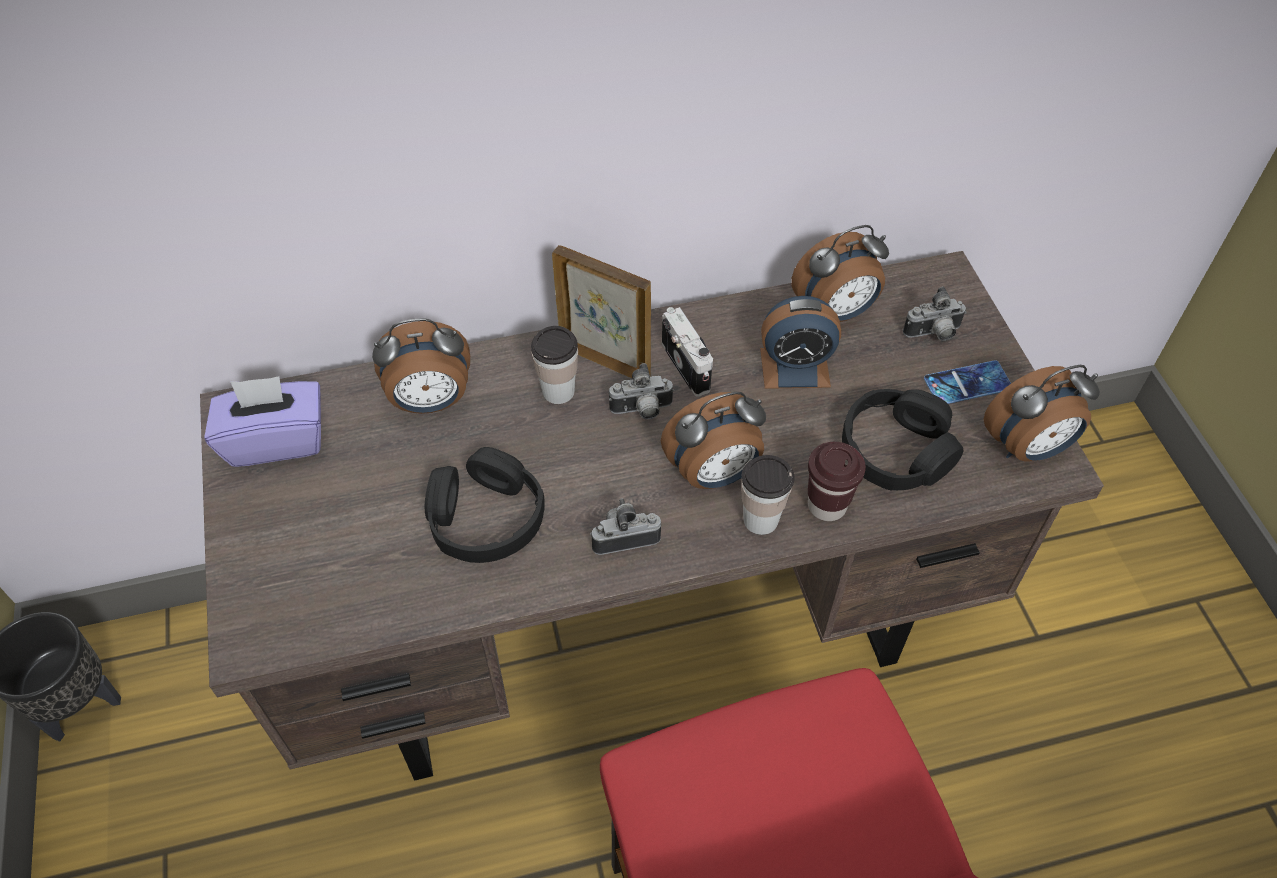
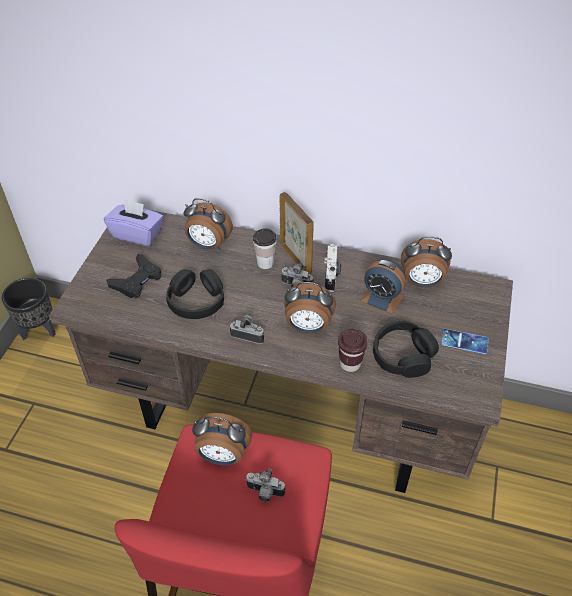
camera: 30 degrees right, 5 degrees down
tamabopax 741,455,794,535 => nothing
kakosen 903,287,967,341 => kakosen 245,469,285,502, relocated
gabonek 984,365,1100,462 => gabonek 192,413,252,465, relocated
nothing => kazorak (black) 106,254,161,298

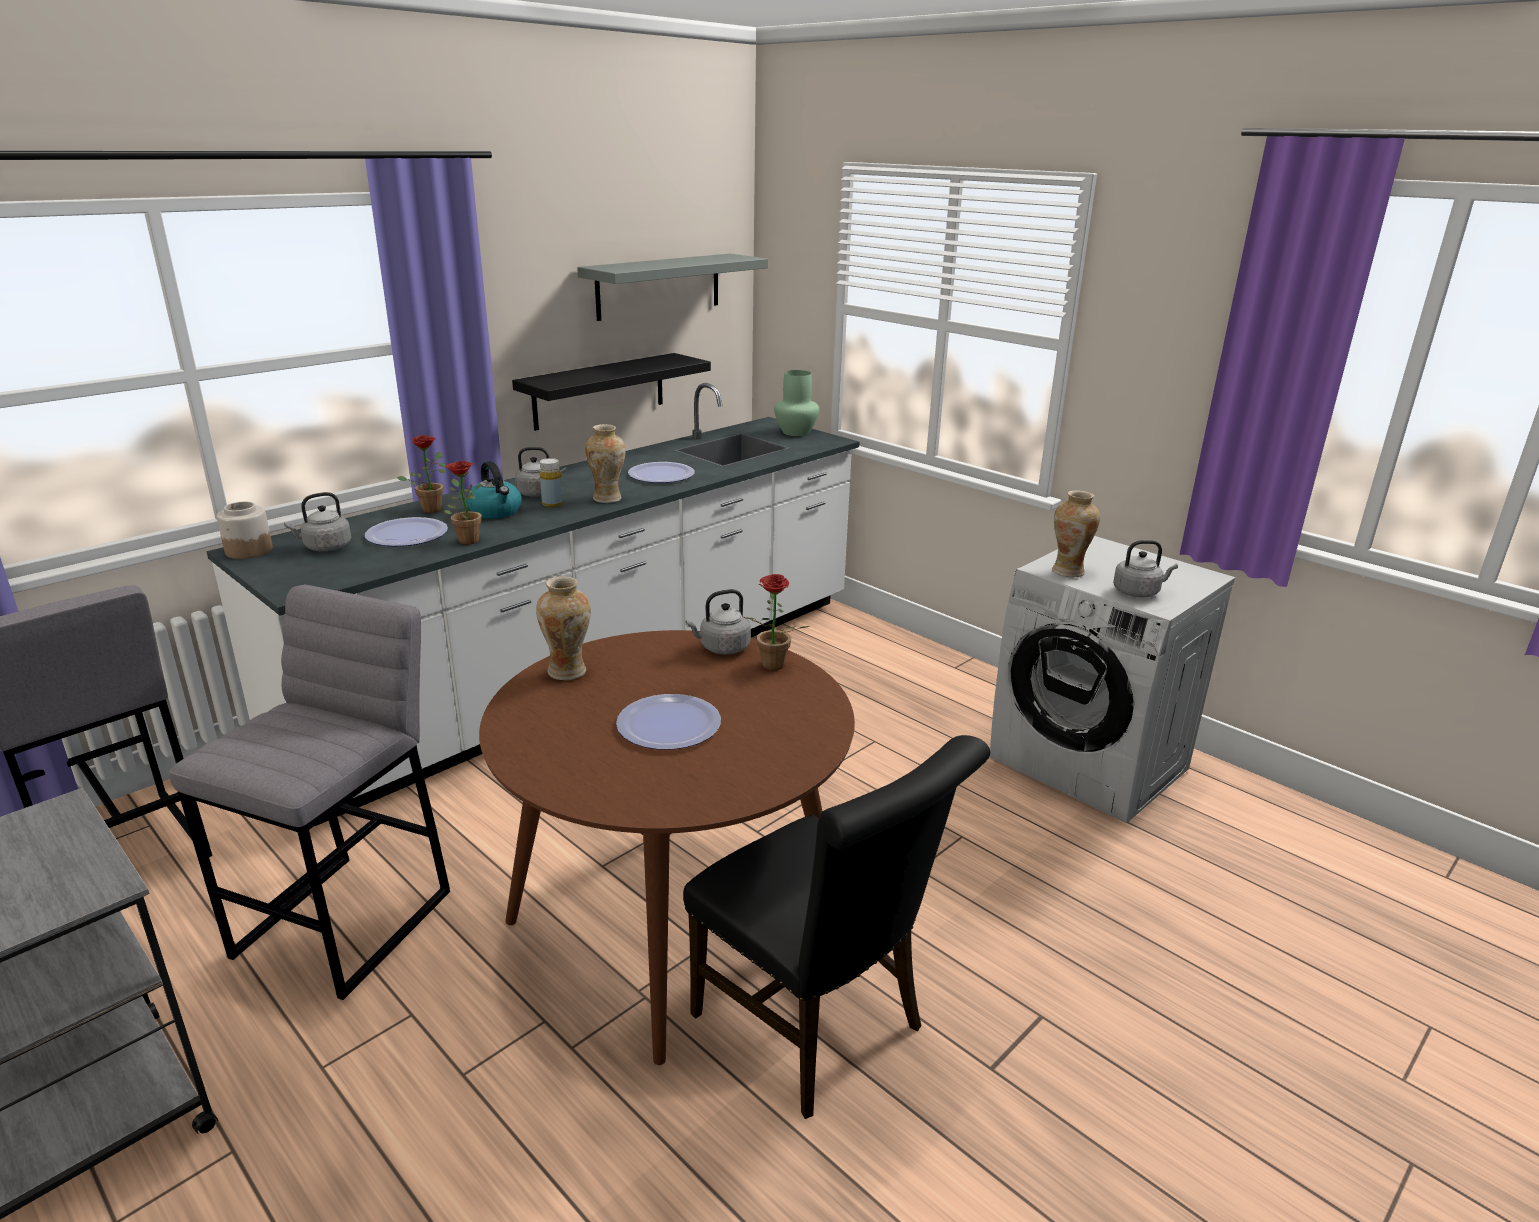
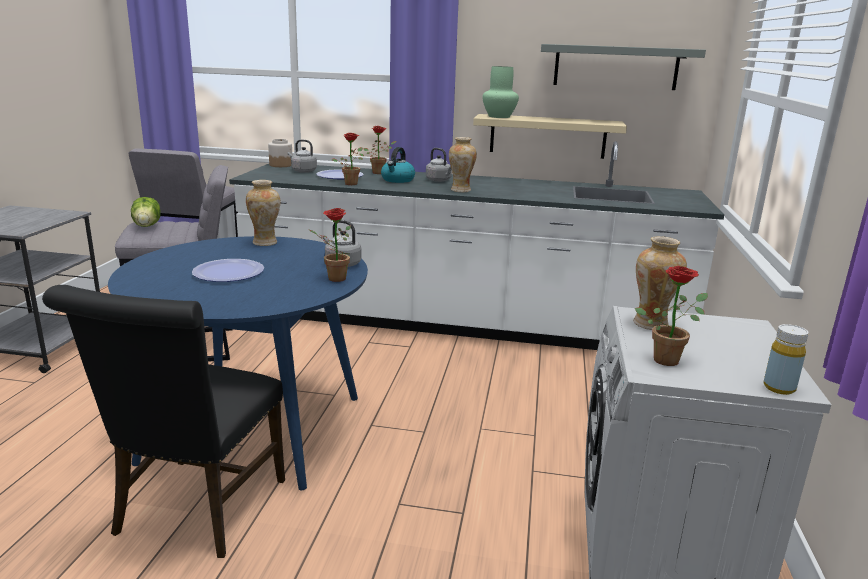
camera: 55 degrees right, 5 degrees down
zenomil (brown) 479,630,855,1065 => zenomil (blue) 108,236,368,490
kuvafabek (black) 512,353,711,431 => kuvafabek (beige) 473,114,627,159
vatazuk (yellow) 540,458,563,507 => vatazuk (yellow) 764,324,809,395, relocated
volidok 628,462,695,483 => nothing
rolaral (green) 774,370,819,436 => rolaral (green) 482,66,519,118, relocated
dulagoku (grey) 1113,540,1178,598 => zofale 635,266,708,366
nothing => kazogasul 131,197,161,227

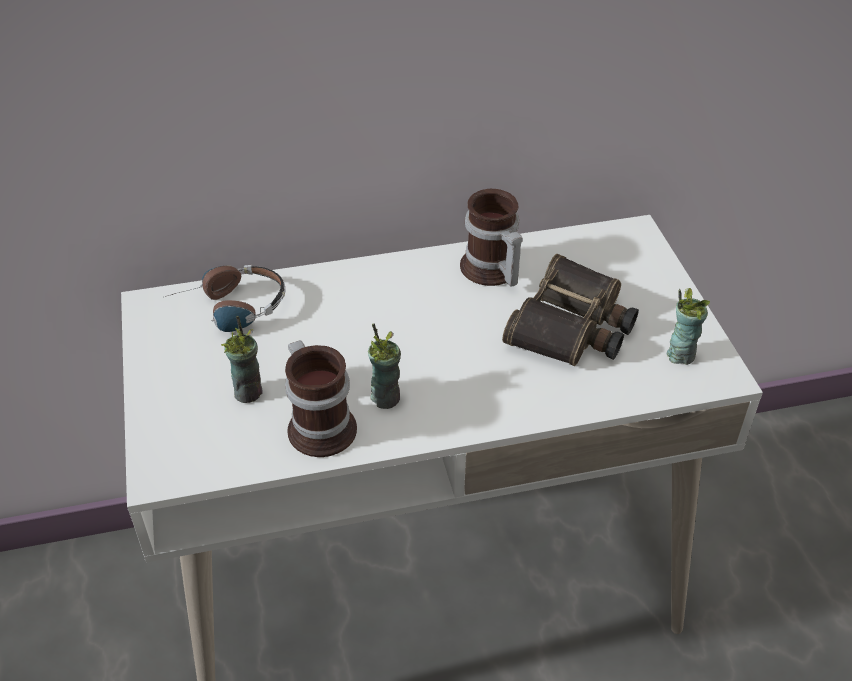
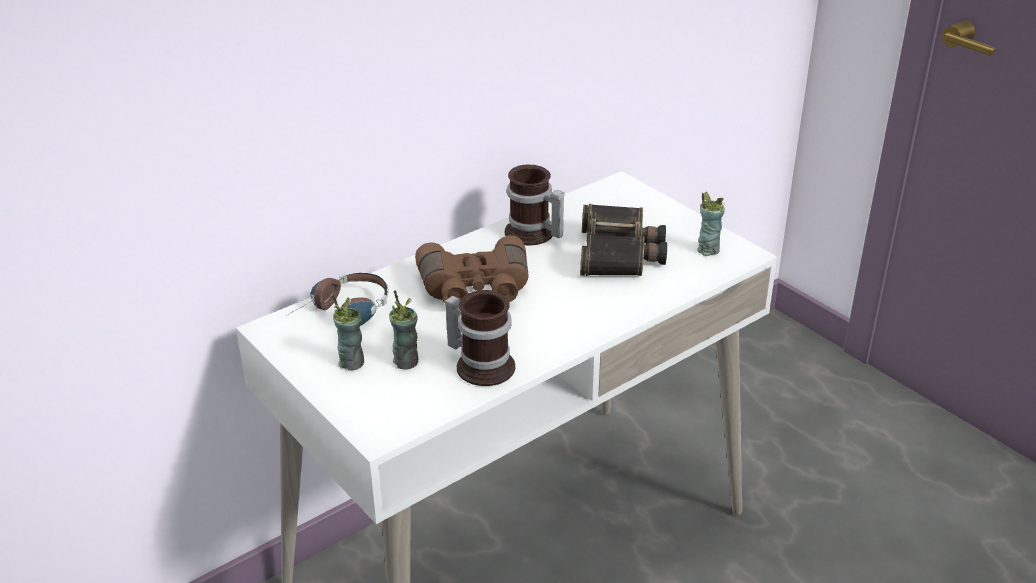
camera: 25 degrees left, 10 degrees down
tamabopax 368,323,401,409 => tamabopax 332,294,364,371, relocated
nothing => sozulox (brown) 415,235,529,303

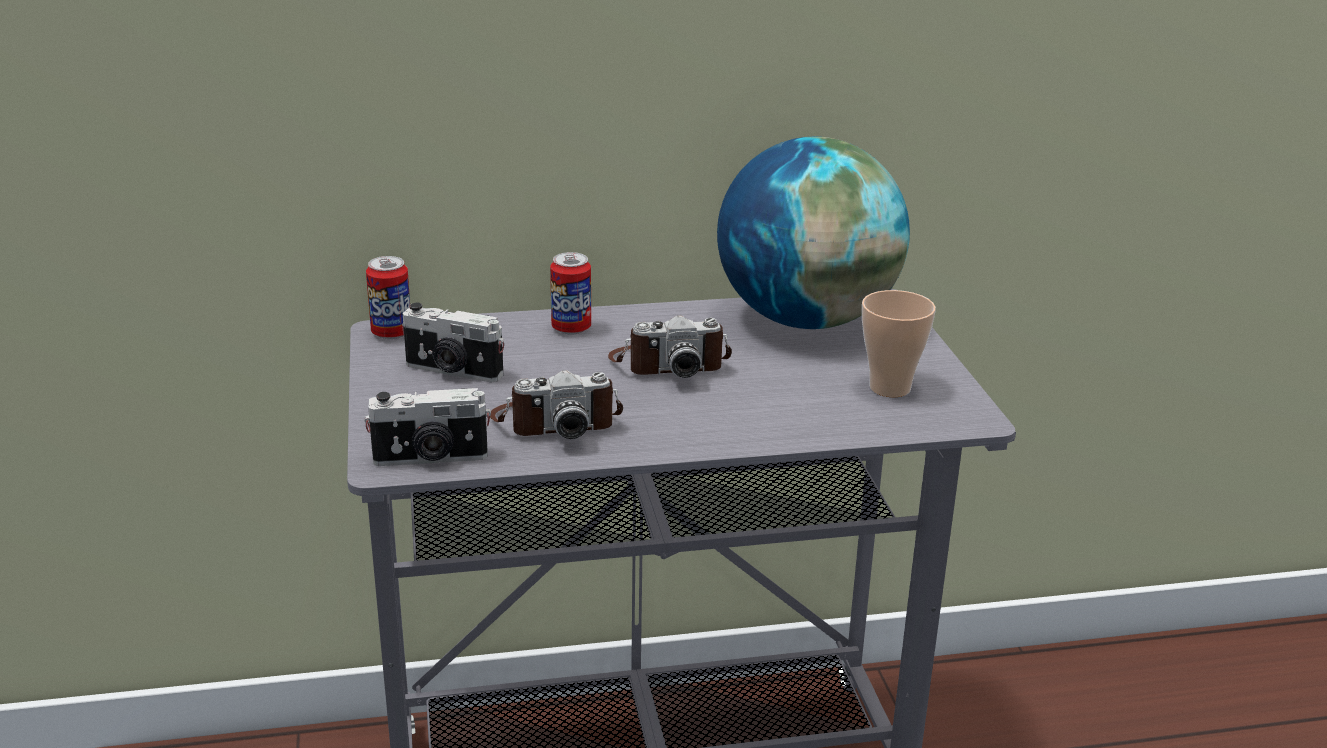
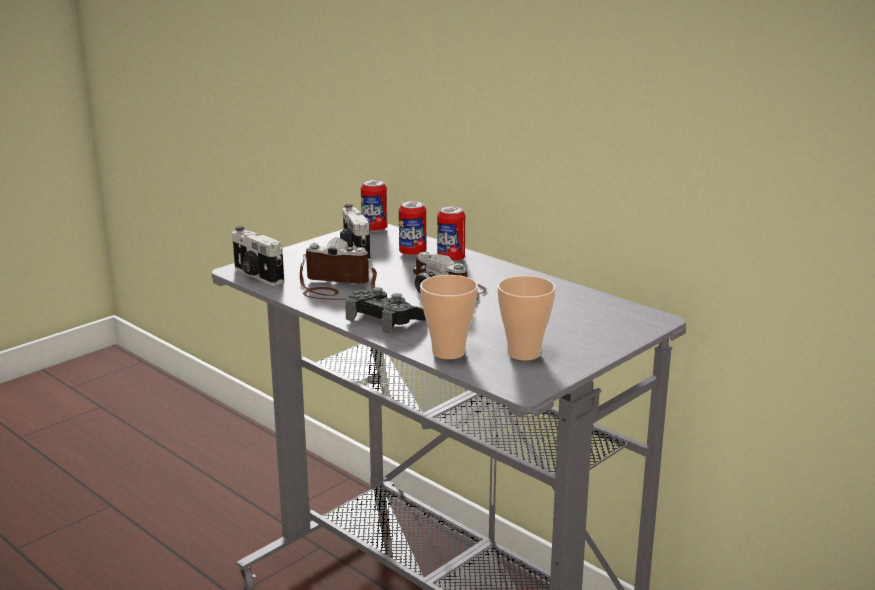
camera: 55 degrees right, 5 degrees down
kakosen 490,370,623,439 => kakosen 300,237,377,300, 150 degrees clockwise
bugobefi 717,137,910,329 => nothing
nothing => kazorak (black) 345,287,426,334
nothing => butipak 399,201,426,257
nothing => tamabopax 420,275,478,360

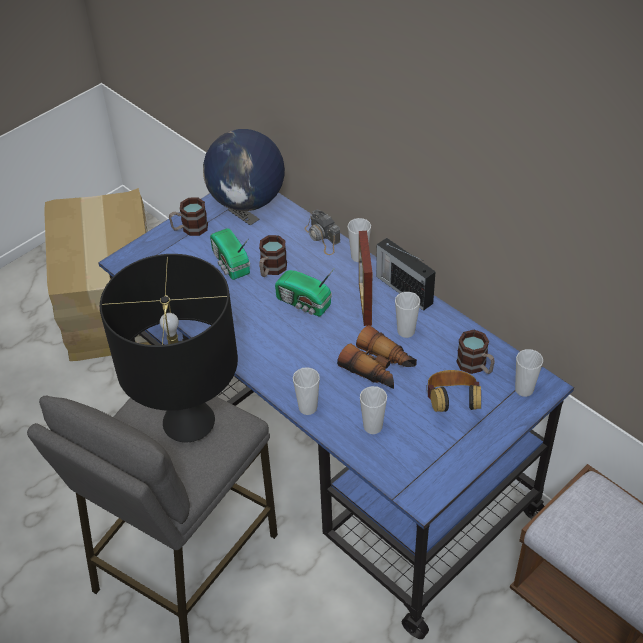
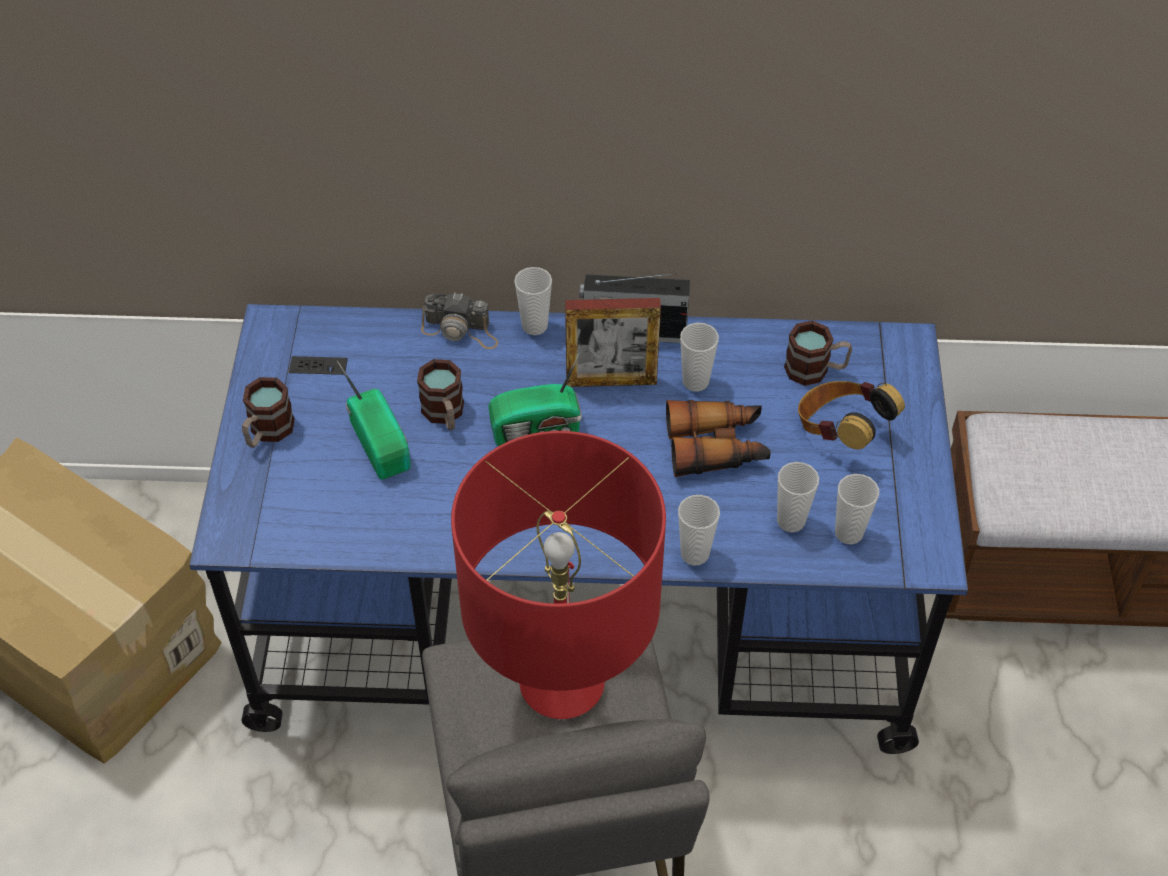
camera: 45 degrees left, 5 degrees up
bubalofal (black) 100,254,238,442 => bubalofal (red) 451,431,666,719
bugobefi 203,129,285,211 => nothing
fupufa 210,228,250,280 => fupufa 337,361,411,480, 135 degrees counterclockwise
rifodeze 359,231,372,326 => rifodeze 565,298,661,387, 45 degrees counterclockwise
tamabopax 515,349,543,397 => tamabopax 835,474,879,544, relocated

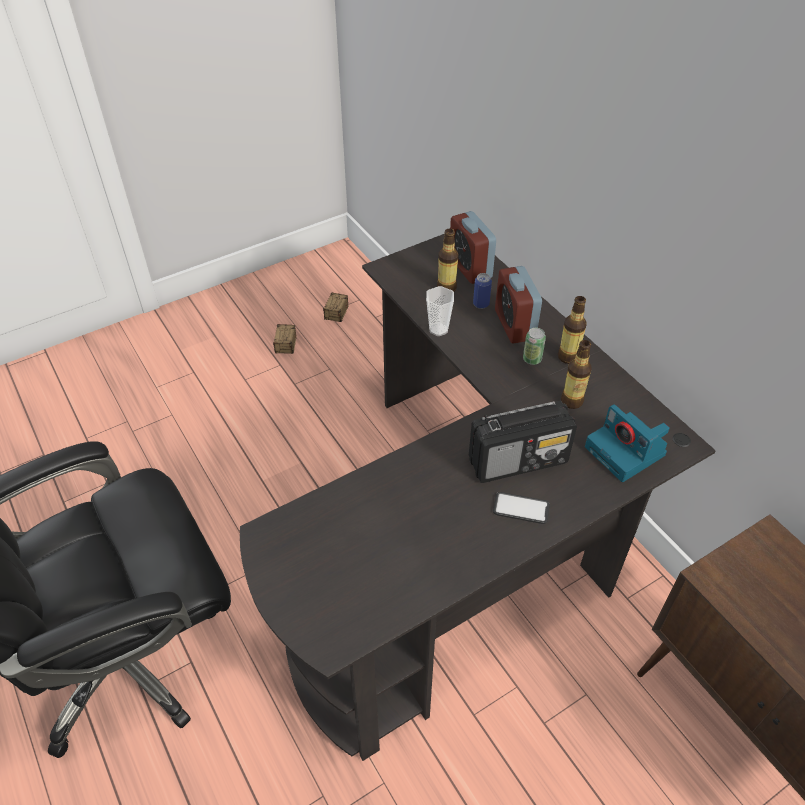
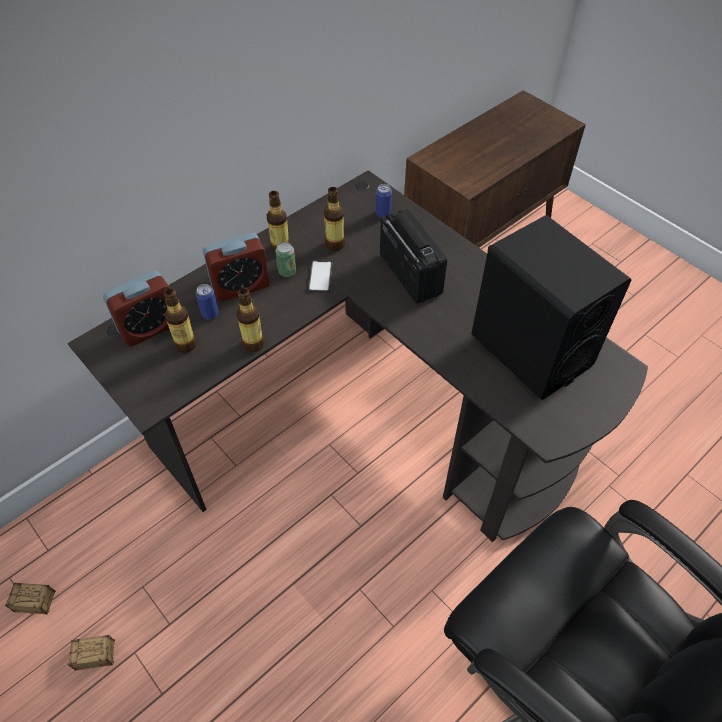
camera: 100 degrees left, 5 degrees up
tamabopax 426,286,454,336 => vatazuk 236,288,264,352
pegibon 493,492,550,524 => pegibon 308,260,333,293, relocated
kakosen 585,404,670,482 => butipak 376,184,392,218
nothing => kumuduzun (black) 471,215,631,400

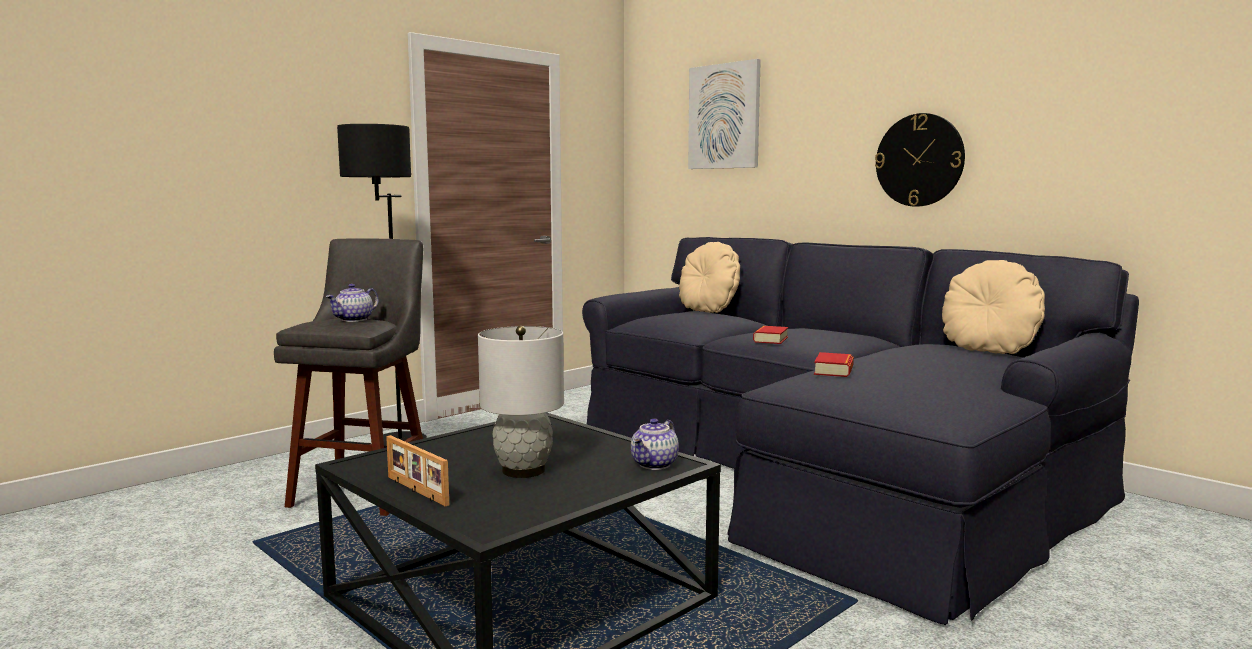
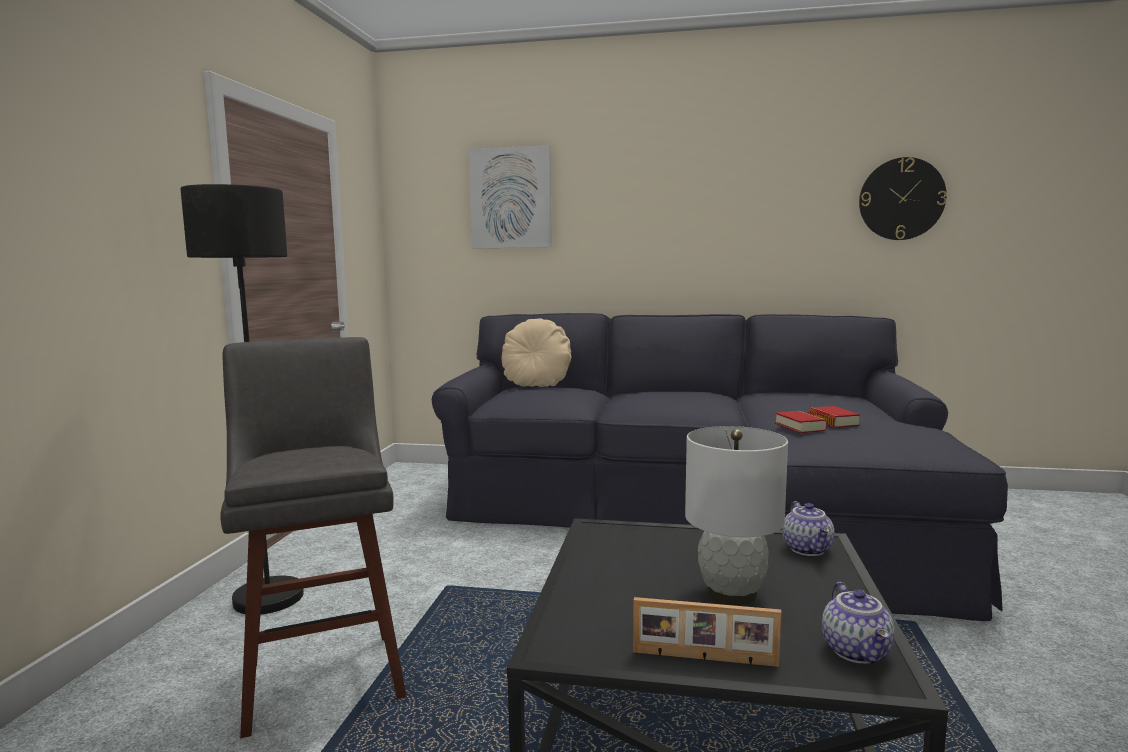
camera: 35 degrees left, 0 degrees up
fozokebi 326,284,379,322 => fozokebi 822,582,895,664, relocated
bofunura 753,326,788,344 => bofunura 808,406,860,428, relocated
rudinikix 875,113,965,207 => rudinikix 859,157,947,240, relocated
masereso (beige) 942,260,1045,354 => nothing

